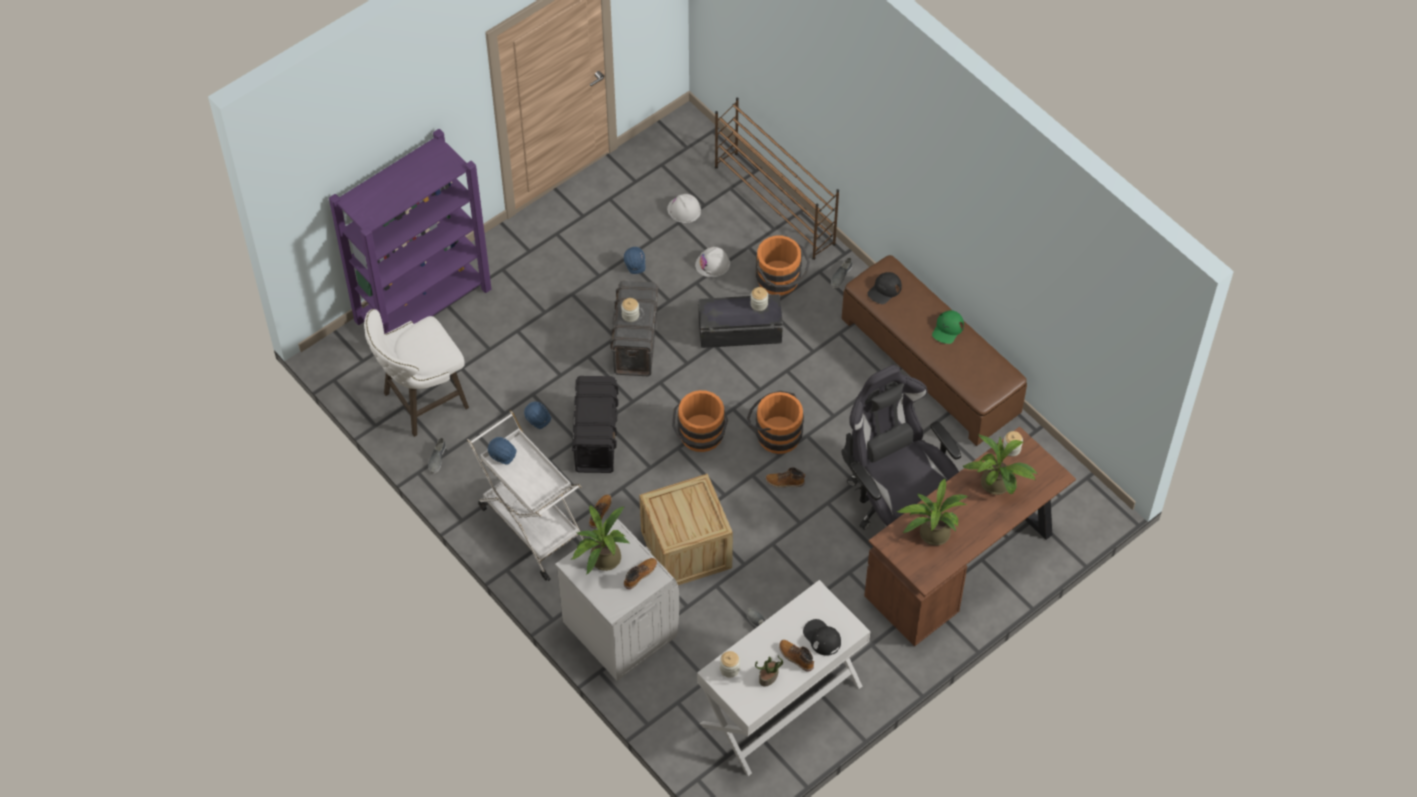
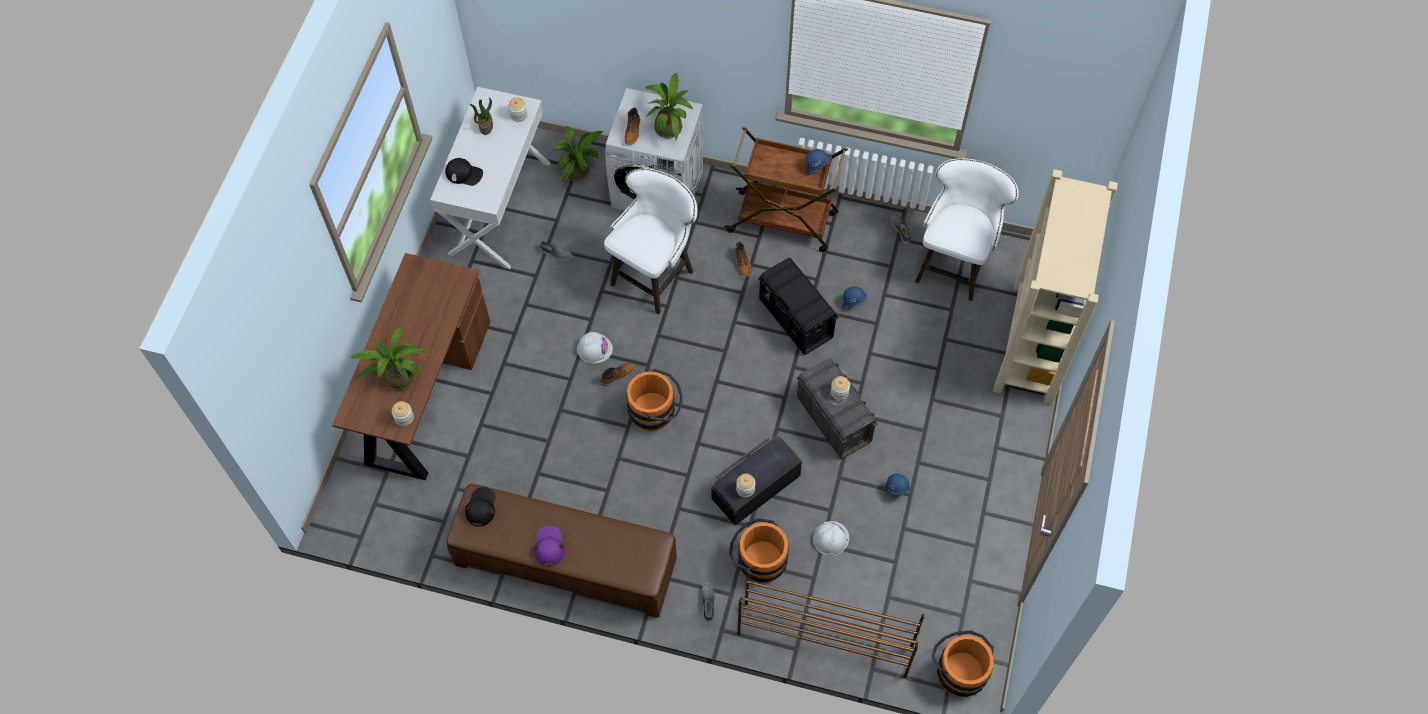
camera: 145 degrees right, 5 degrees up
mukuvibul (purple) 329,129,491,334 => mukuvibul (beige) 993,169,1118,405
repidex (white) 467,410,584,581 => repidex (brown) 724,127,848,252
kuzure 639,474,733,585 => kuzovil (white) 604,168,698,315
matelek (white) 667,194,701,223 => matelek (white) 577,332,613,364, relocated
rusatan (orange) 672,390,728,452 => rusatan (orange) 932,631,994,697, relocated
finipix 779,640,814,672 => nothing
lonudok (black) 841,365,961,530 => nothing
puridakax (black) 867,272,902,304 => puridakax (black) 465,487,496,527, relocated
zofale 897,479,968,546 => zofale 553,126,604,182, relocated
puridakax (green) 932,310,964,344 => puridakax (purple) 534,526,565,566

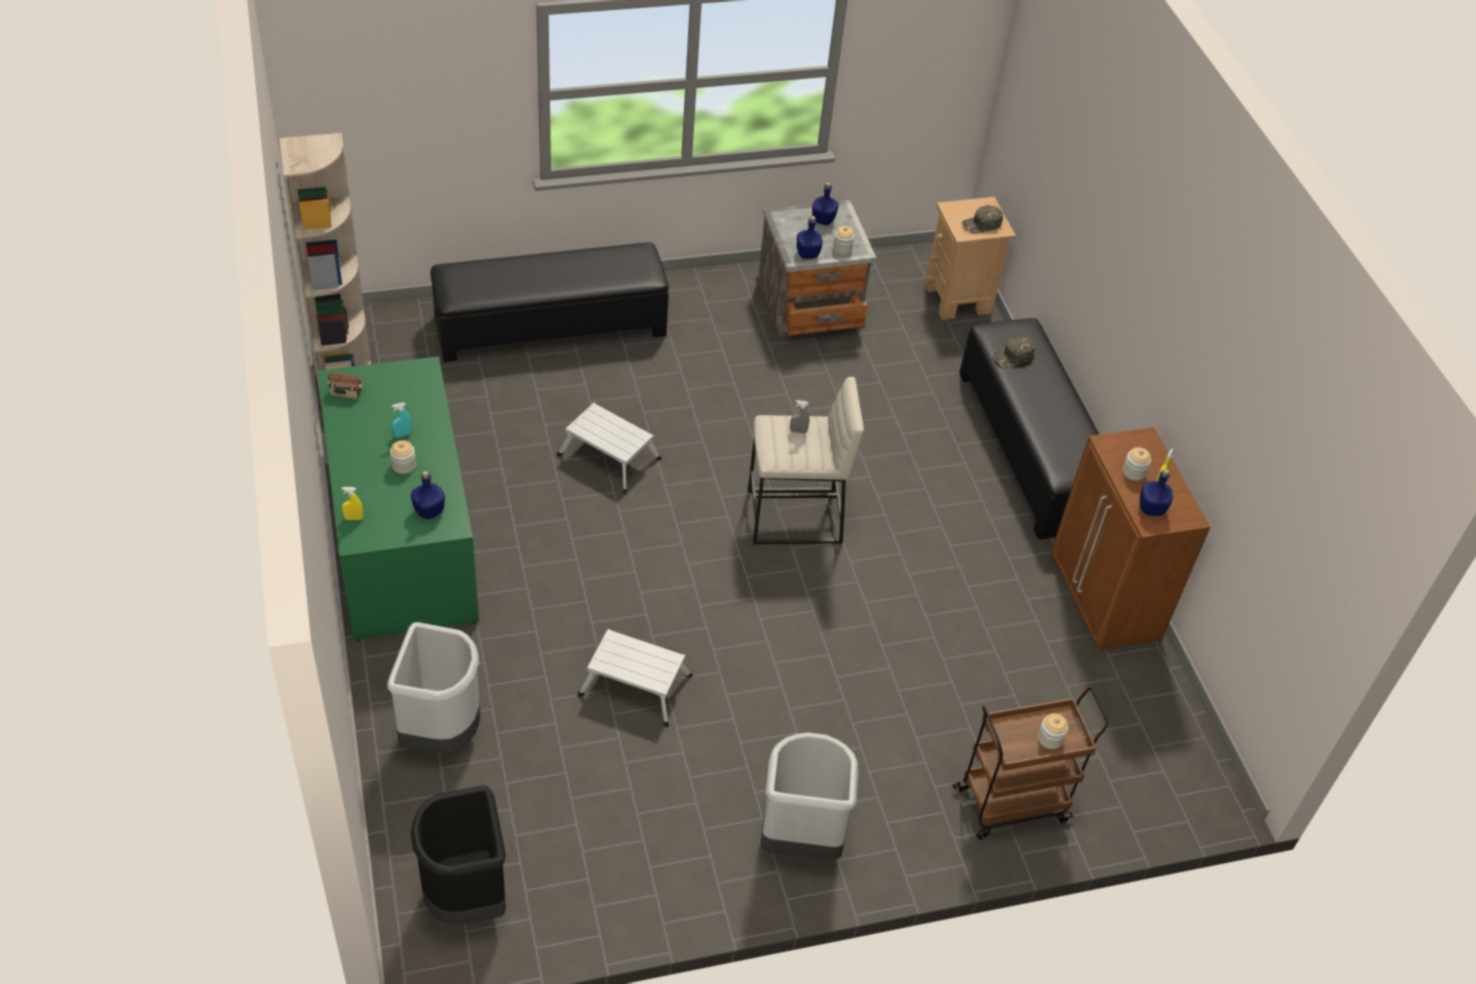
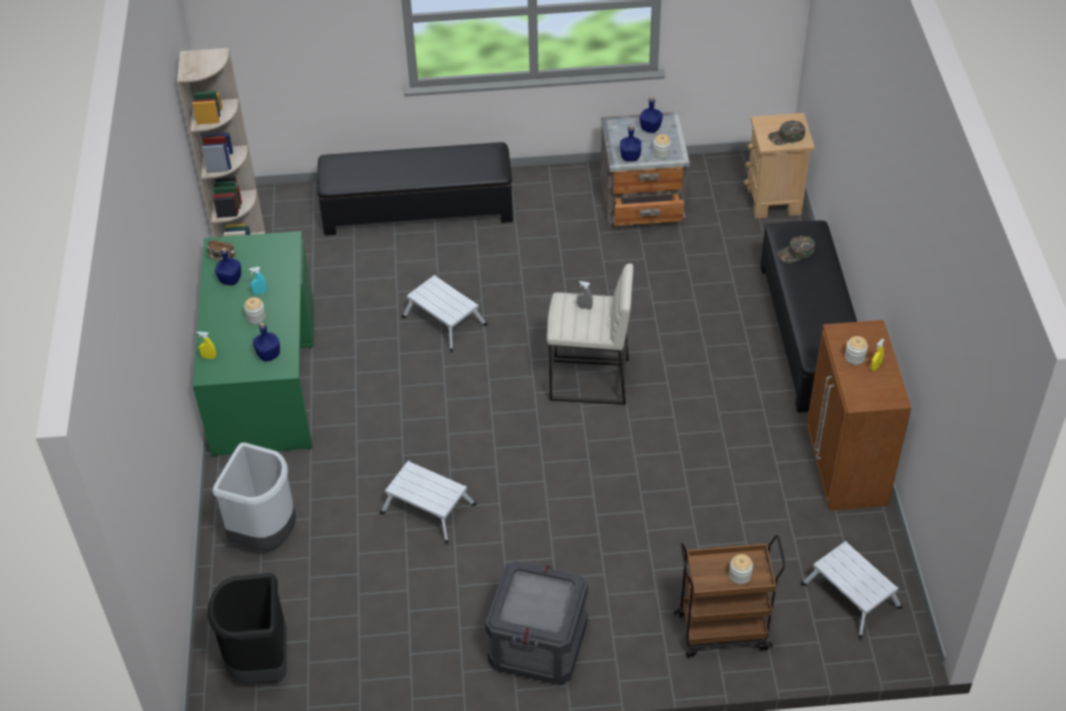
camera: 15 degrees right, 0 degrees up
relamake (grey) 760,732,858,860 => kuzure 485,561,588,685
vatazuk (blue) 1140,469,1173,516 => vatazuk (blue) 215,248,241,285, relocated
nothing => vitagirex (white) 801,541,903,640

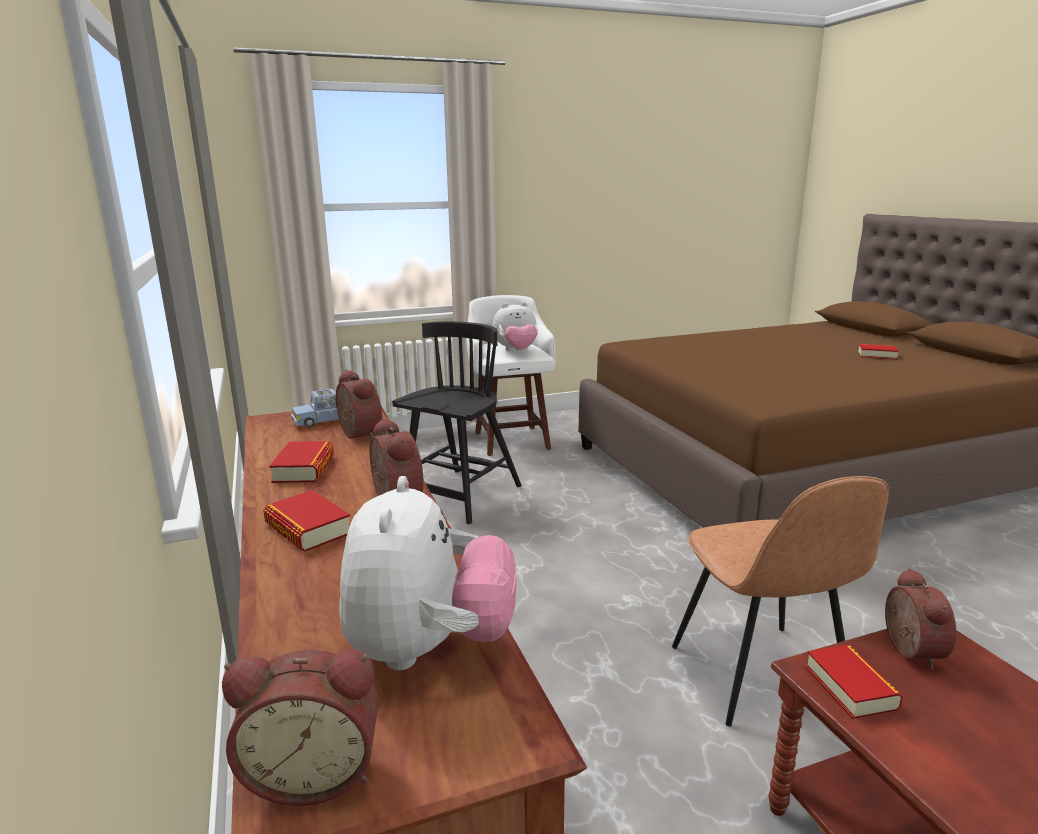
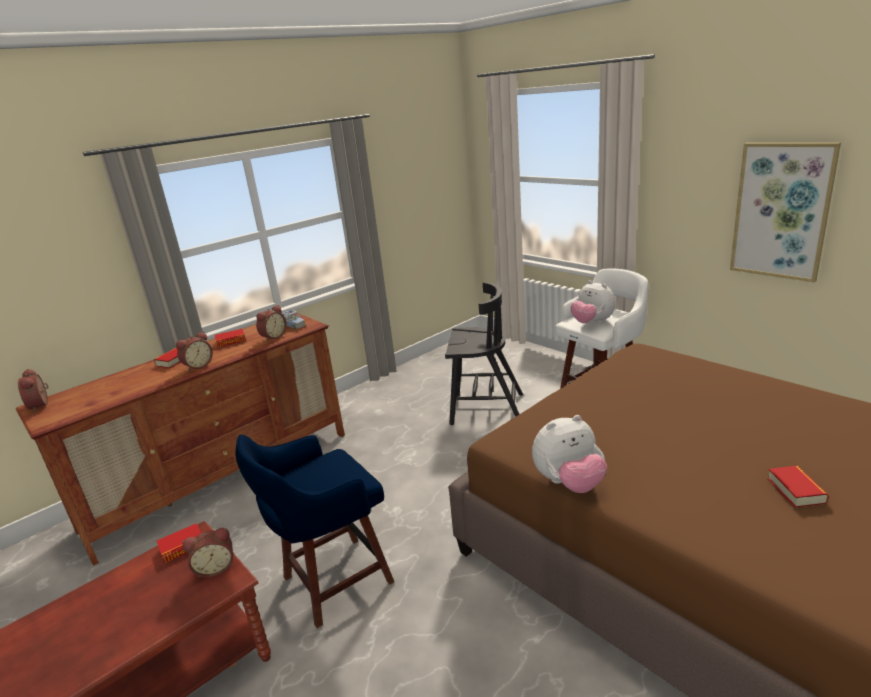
camera: 70 degrees right, 5 degrees up
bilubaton 339,476,517,671 => bilubaton 532,415,607,493, relocated
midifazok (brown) 672,476,889,726 => kuzovil (blue) 235,435,394,628
nothing => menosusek 730,143,841,282

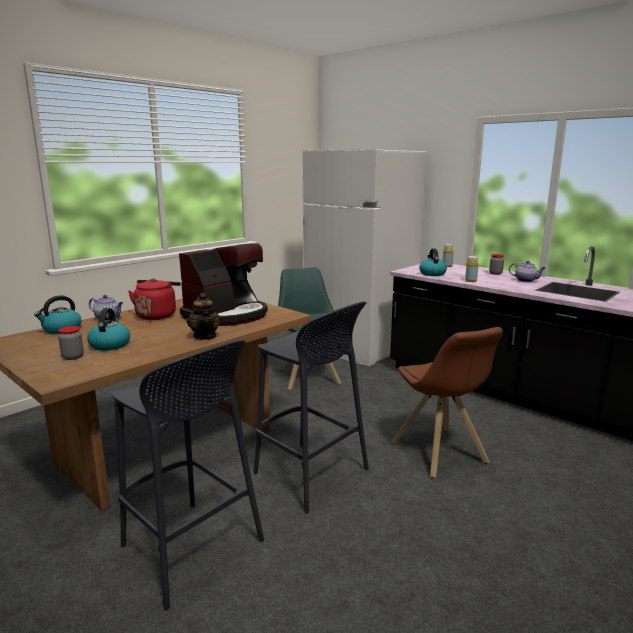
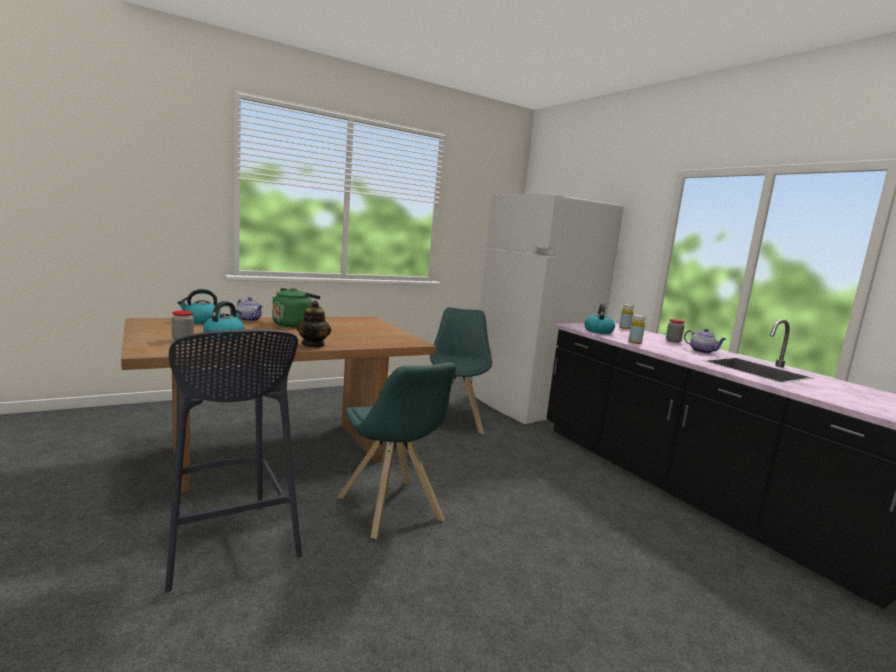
camera: 15 degrees right, 5 degrees down
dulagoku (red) 128,278,181,320 => dulagoku (green) 272,288,320,327
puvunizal 179,243,268,326 => nothing
kuzovil (grey) 254,301,369,514 => midifazok (turquoise) 338,362,456,539
midifazok (brown) 392,327,503,478 => nothing

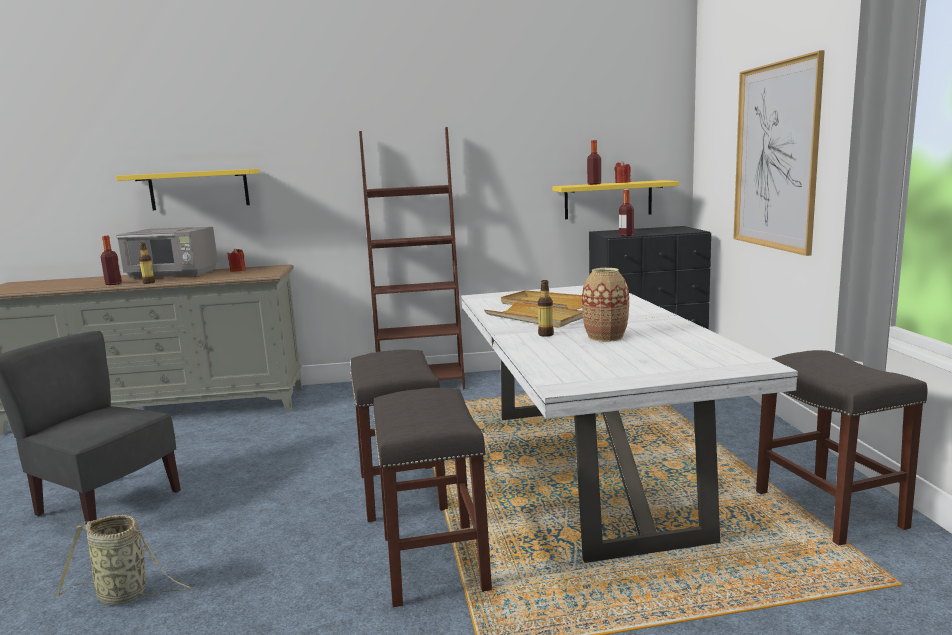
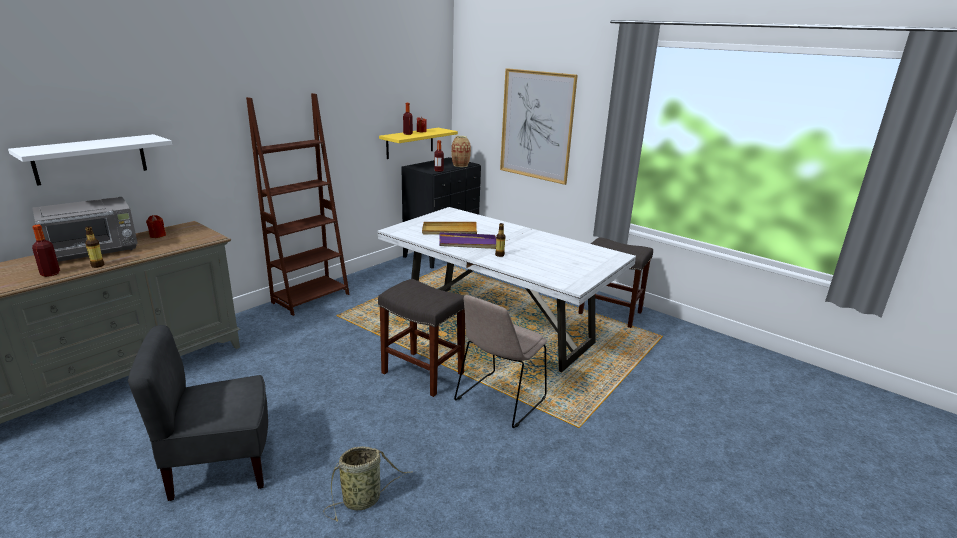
camera: 45 degrees left, 10 degrees up
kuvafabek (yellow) 116,169,259,210 => kuvafabek (white) 8,134,172,186
kuzovil (grey) 373,388,492,607 => midifazok (beige) 454,295,547,428
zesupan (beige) 484,301,583,328 => zesupan (purple) 439,232,496,249
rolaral 582,268,629,342 => rolaral 451,136,471,167, relocated

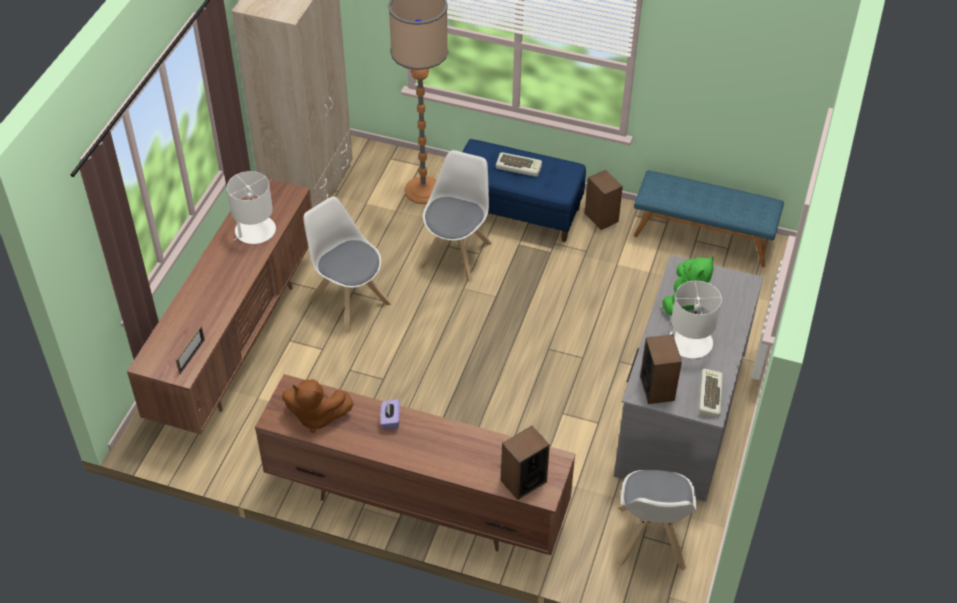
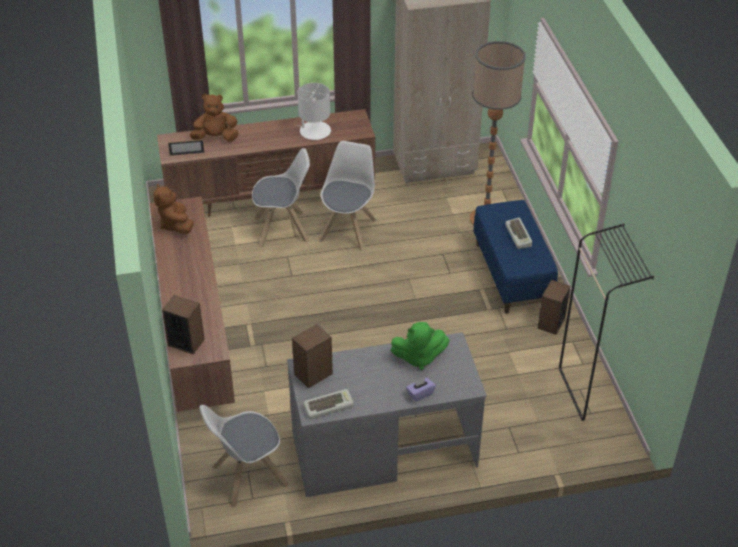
camera: 60 degrees right, 5 degrees down
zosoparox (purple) 380,399,400,429 => zosoparox (purple) 406,377,436,402, relocated
midifazok 419,150,491,283 => midifazok 252,148,310,248, relocated
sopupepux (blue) 634,170,784,267 => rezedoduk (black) 559,224,654,421
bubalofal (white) 670,281,722,359 => nothing
nothing => bilubaton (brown) 190,94,239,142

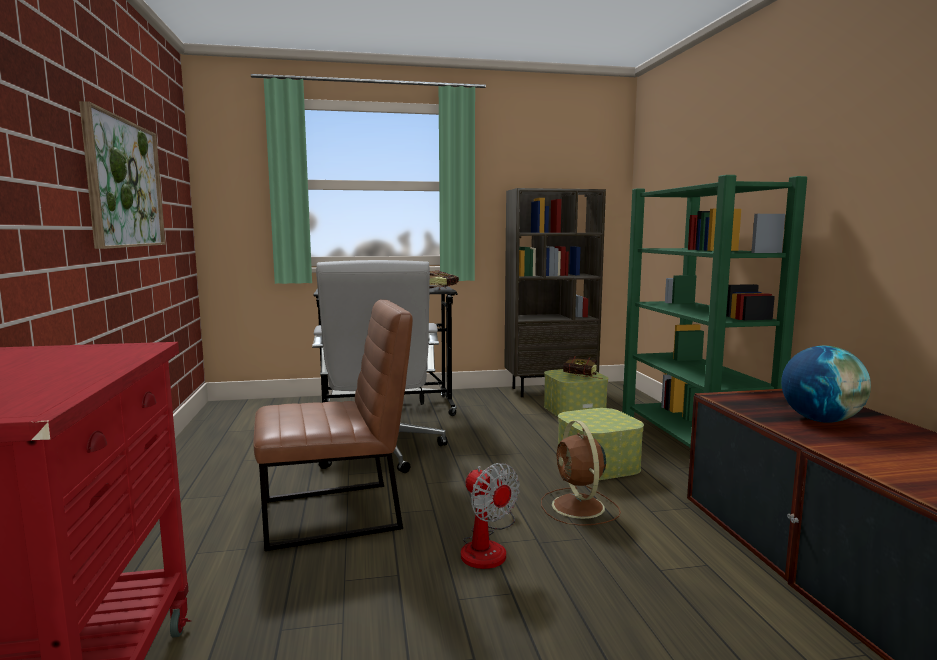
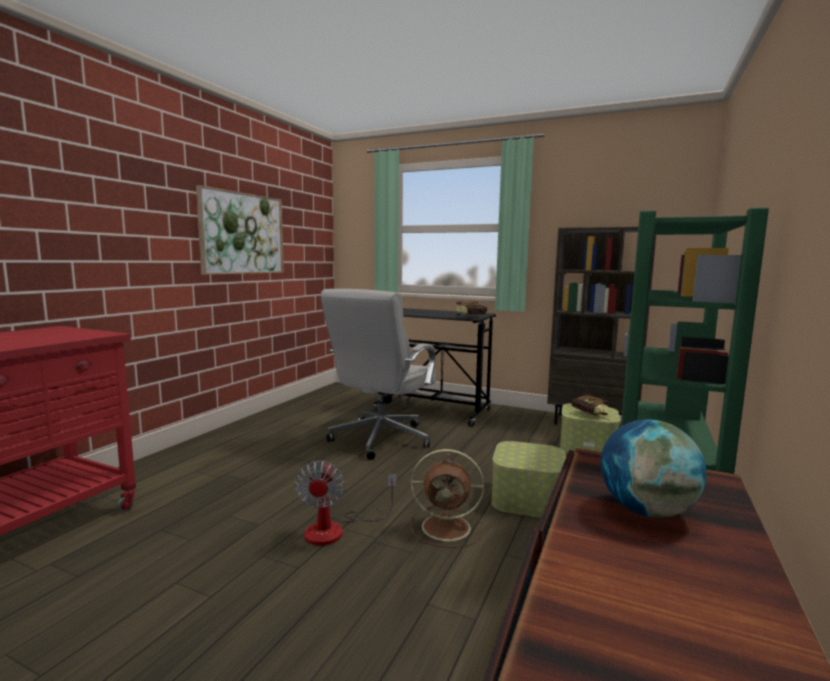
camera: 35 degrees right, 0 degrees up
midifazok (brown) 254,299,413,551 => nothing
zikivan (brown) 541,420,621,526 => zikivan (brown) 410,449,484,548, 105 degrees counterclockwise

